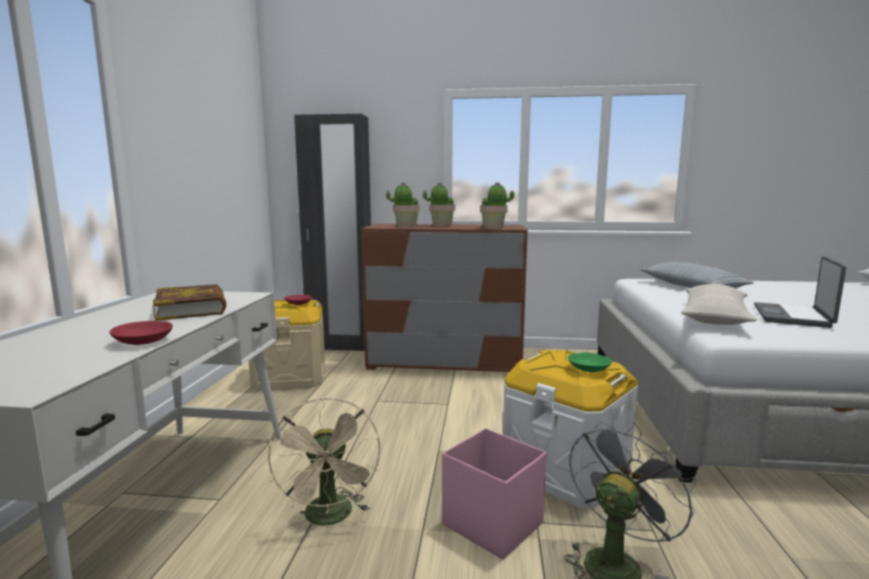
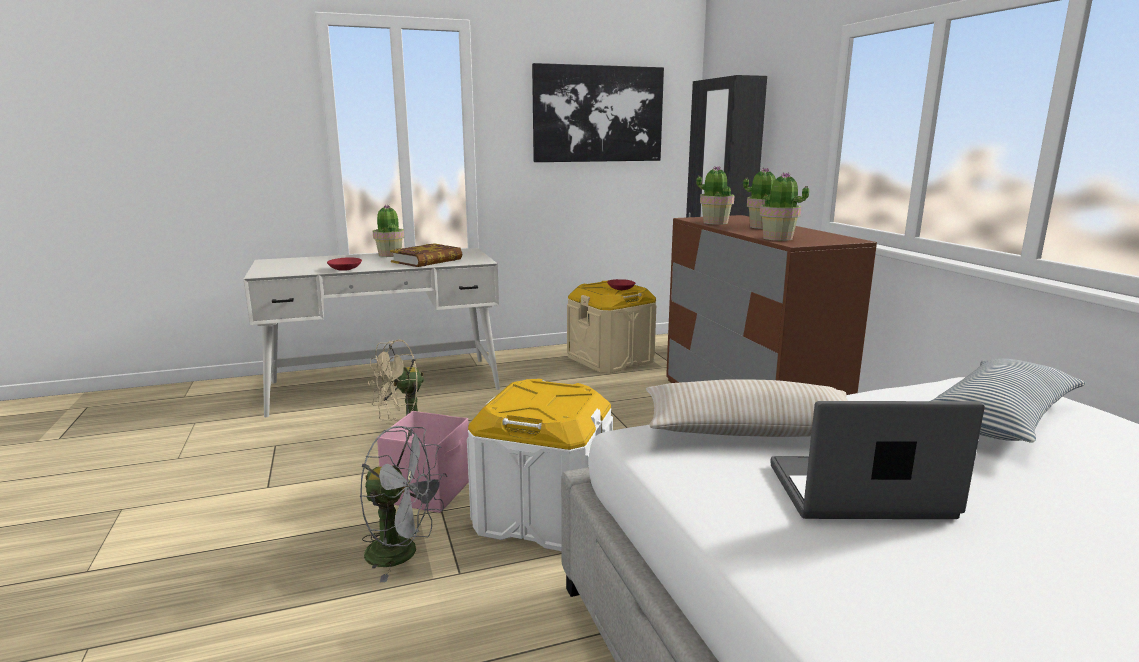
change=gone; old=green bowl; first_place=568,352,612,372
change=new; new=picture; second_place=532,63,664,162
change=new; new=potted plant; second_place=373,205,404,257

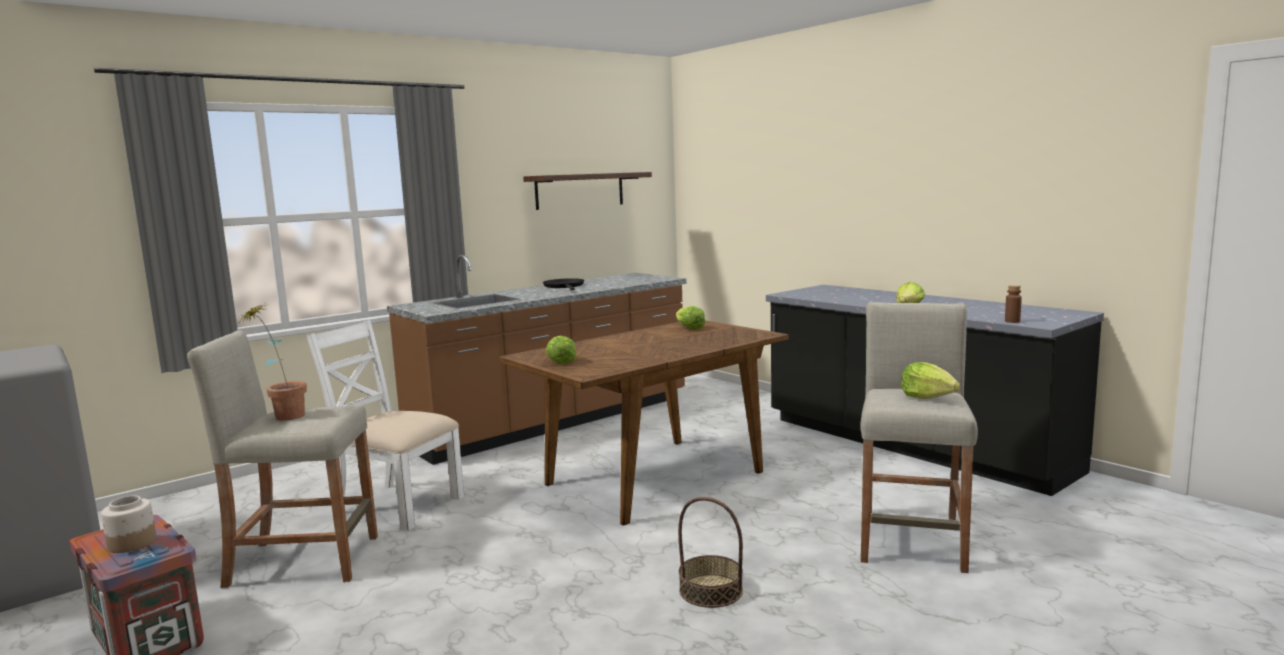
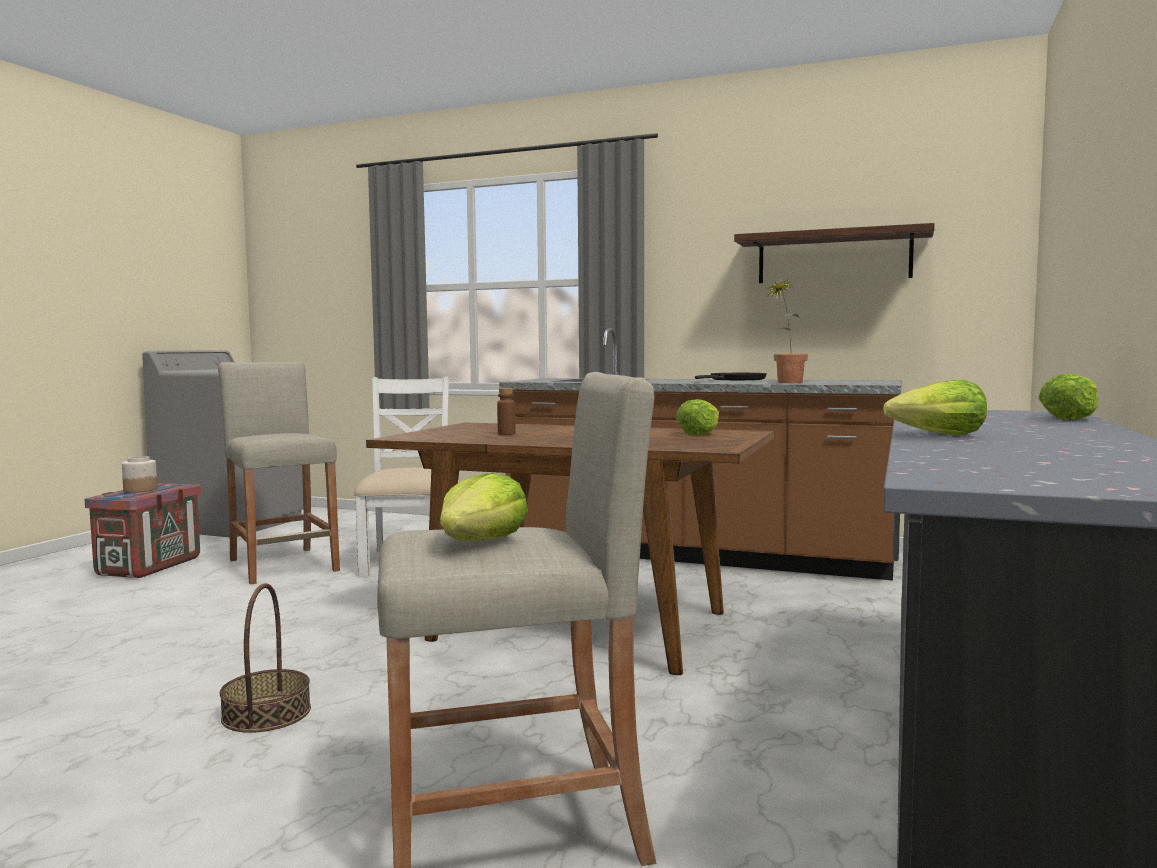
change=shifted; old=brown bottle; first_place=1005,285,1022,323; second_place=497,388,516,435
change=shifted; old=potted plant; first_place=240,302,307,421; second_place=767,279,808,383
change=shifted; old=lettuce; first_place=546,336,577,364; second_place=1038,373,1098,420

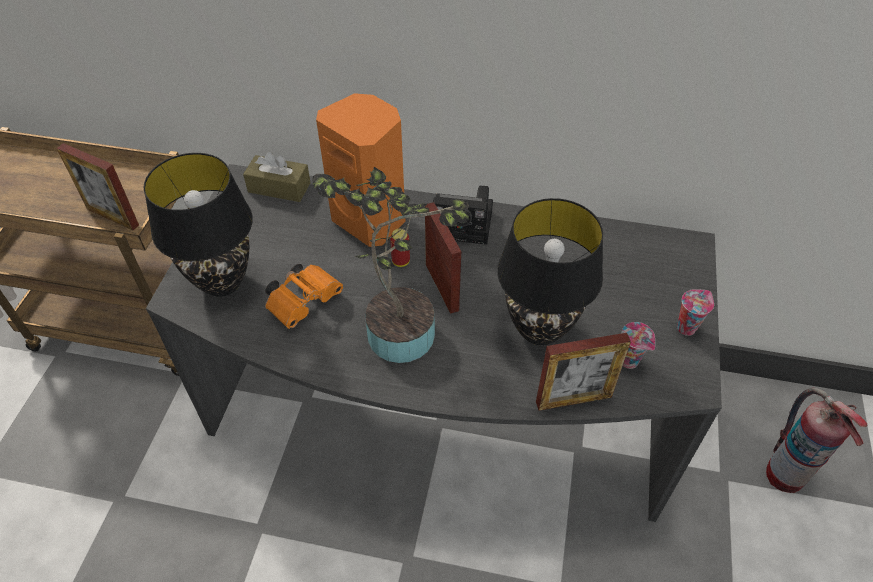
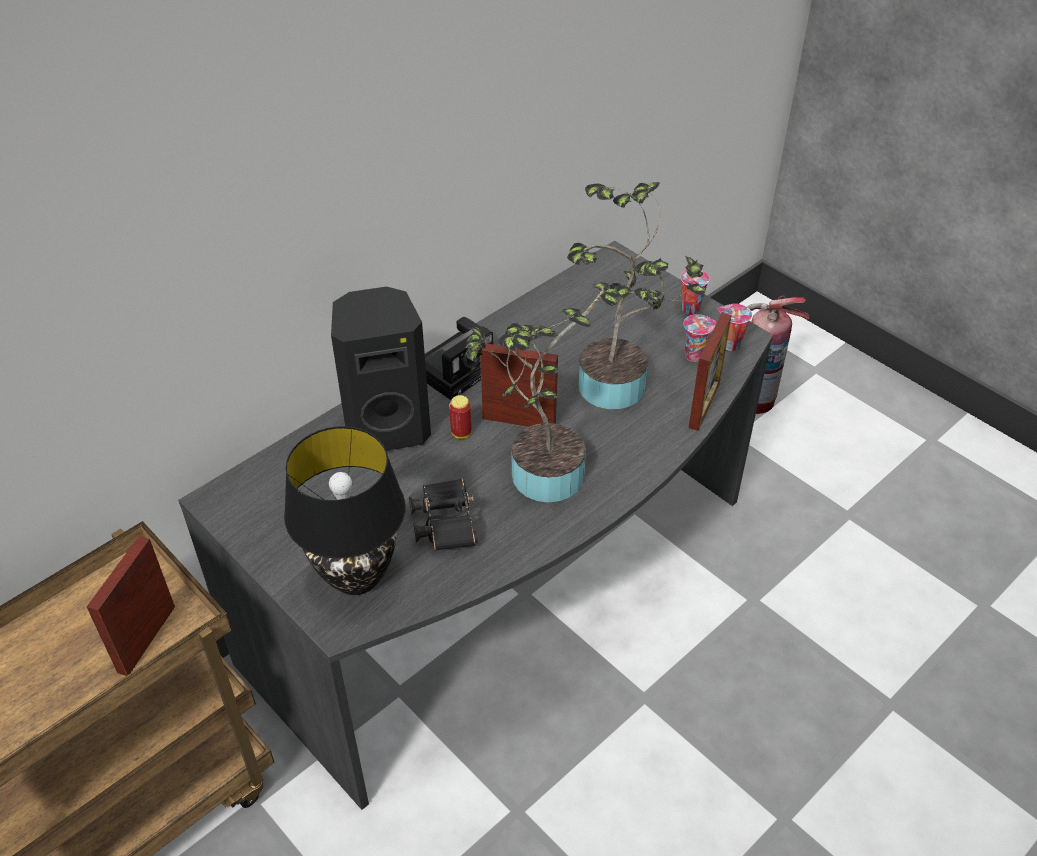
change=repainted; old=orange speaker; new=black speaker; first_place=316,93,405,247; second_place=331,287,431,451
change=rotated; old=picture frame; first_place=57,143,139,230; second_place=87,536,175,676; degrees=135
change=gone; old=brown tissue box; first_place=243,152,311,202
change=swapped; old=black table lamp; new=potted plant; first_place=497,198,603,345; second_place=567,182,705,409
change=repainted; old=orange binoculars; new=black binoculars; first_place=265,264,343,329; second_place=409,479,478,551
change=new; new=cup; second_place=718,304,752,351

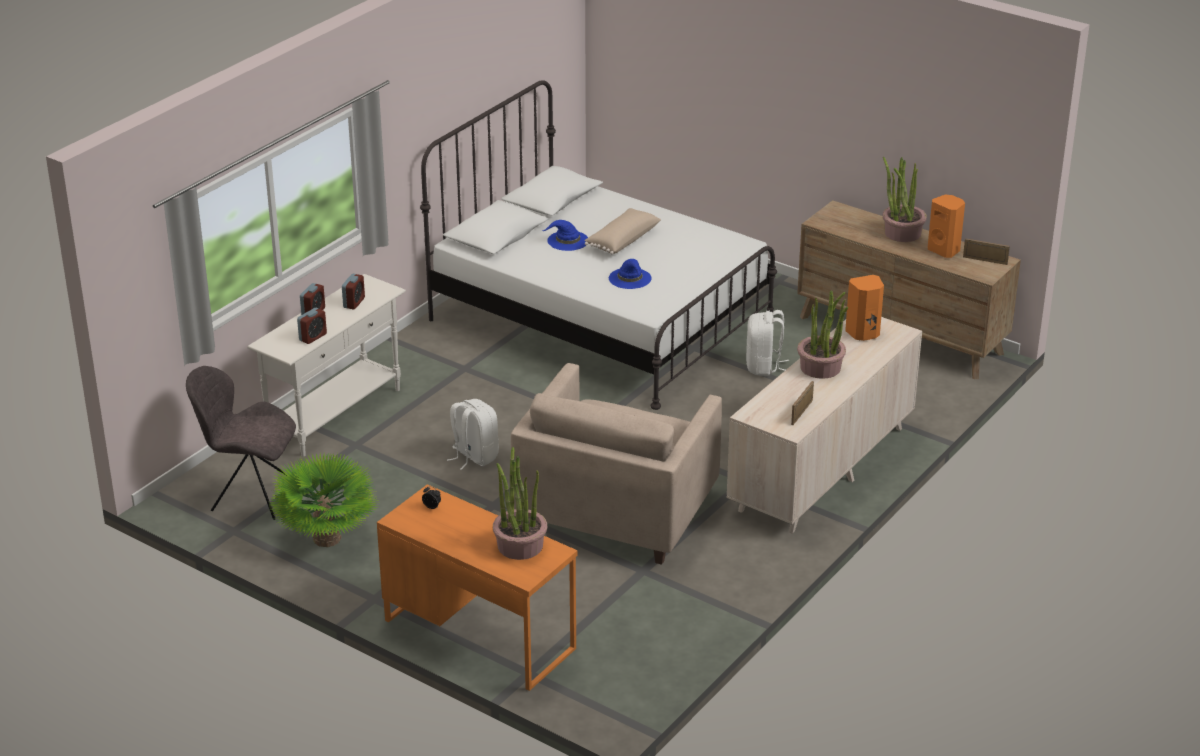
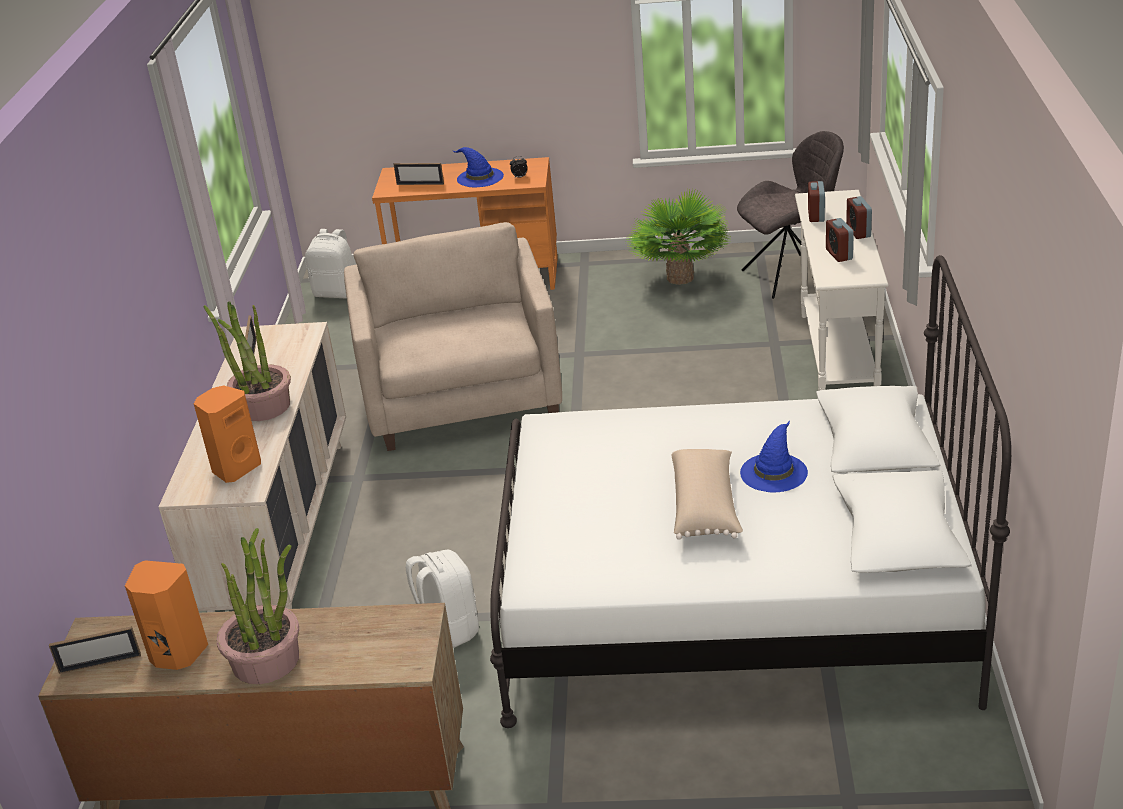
change=shifted; old=blue hat; first_place=609,259,652,289; second_place=452,147,504,187
change=shifted; old=white backpack; first_place=447,399,499,470; second_place=305,229,354,298
change=swapped; old=potted plant; new=picture frame; first_place=493,447,547,560; second_place=393,163,444,185

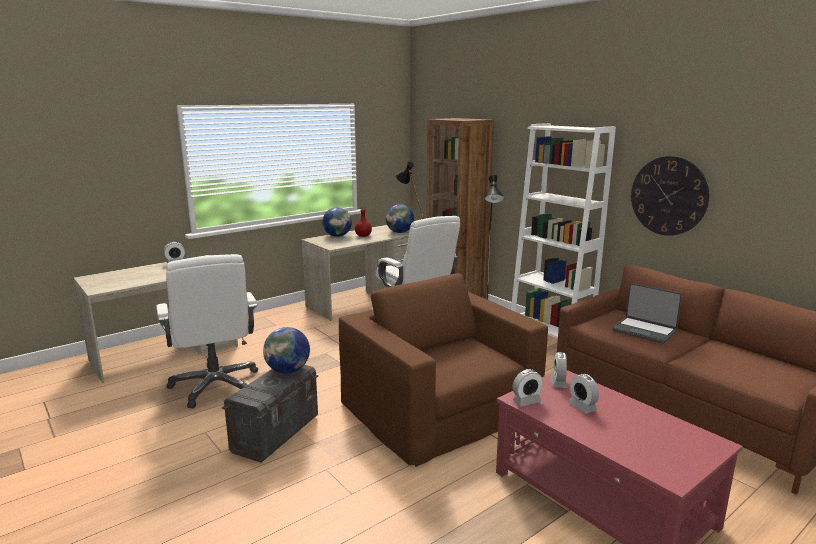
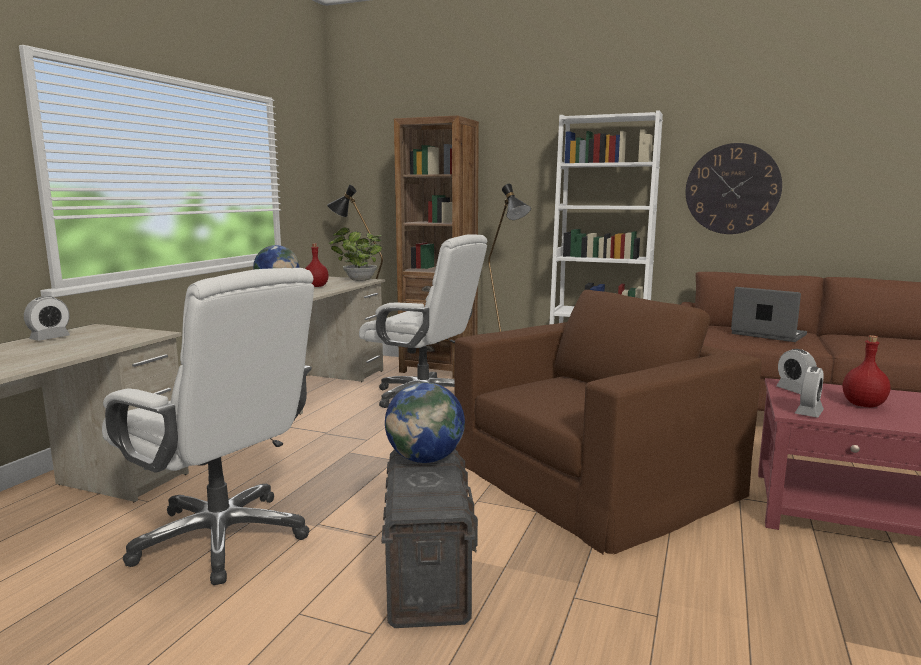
change=swapped; old=globe; new=potted plant; first_place=386,204,414,233; second_place=329,227,382,281
change=rotated; old=brown armchair; first_place=339,273,548,467; second_place=455,290,761,554; degrees=120
change=rotated; old=laptop; first_place=612,283,682,344; second_place=731,287,807,342; degrees=-150
change=swapped; old=alarm clock; new=red bottle; first_place=569,374,599,414; second_place=843,335,890,407

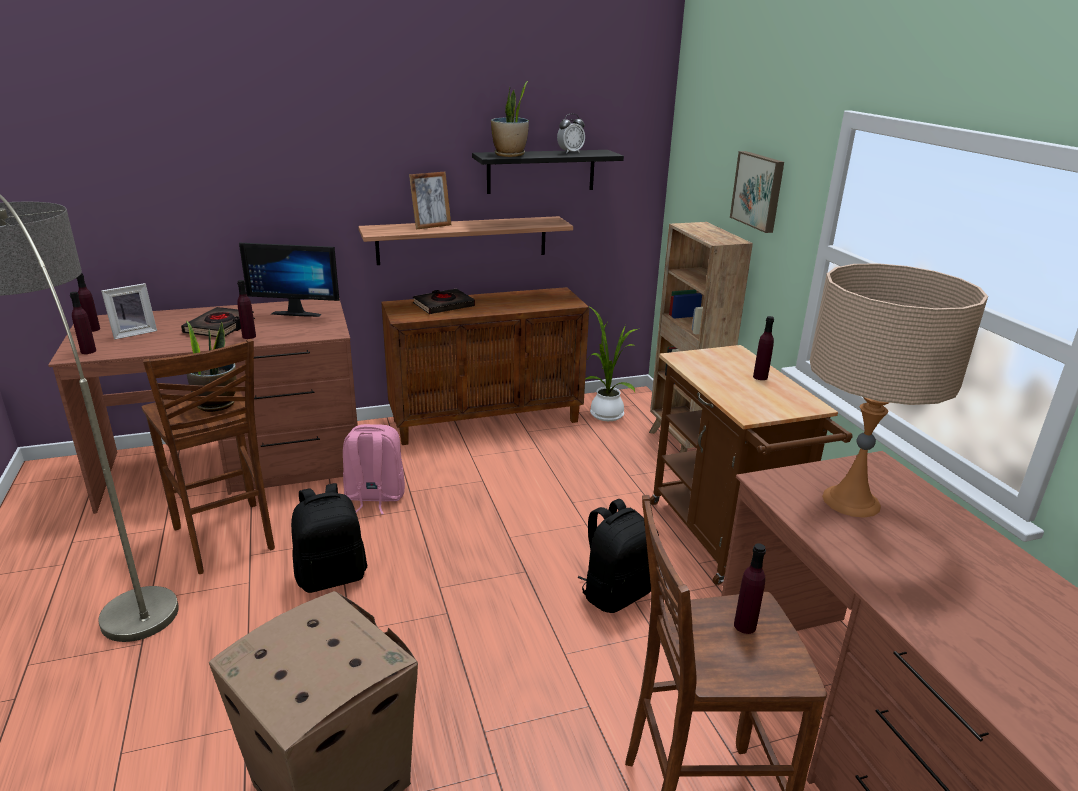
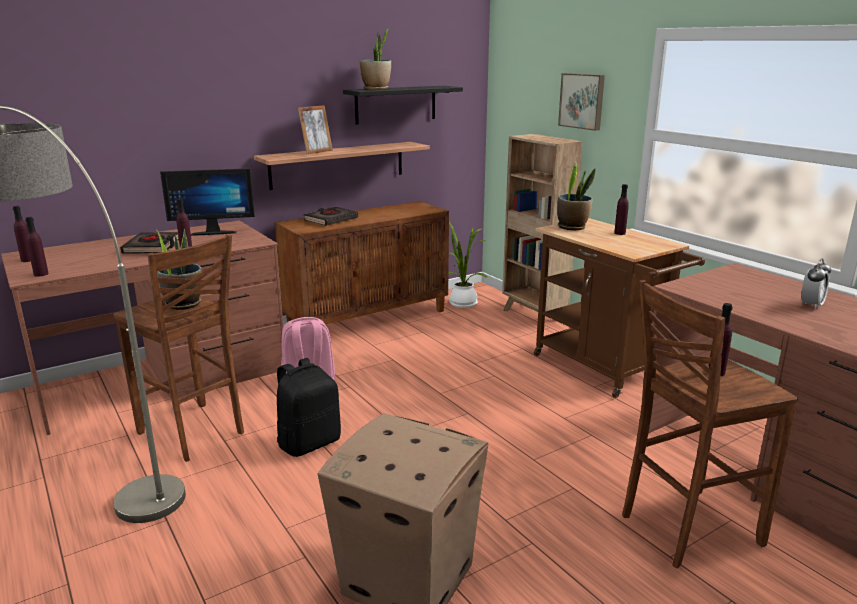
change=shifted; old=alarm clock; first_place=557,113,585,154; second_place=802,259,831,310
change=gone; old=beige table lamp; first_place=810,263,988,518
change=gone; old=picture frame; first_place=101,283,157,340
change=gone; old=black backpack; first_place=577,499,659,613
change=new; new=potted plant; second_place=557,161,596,230

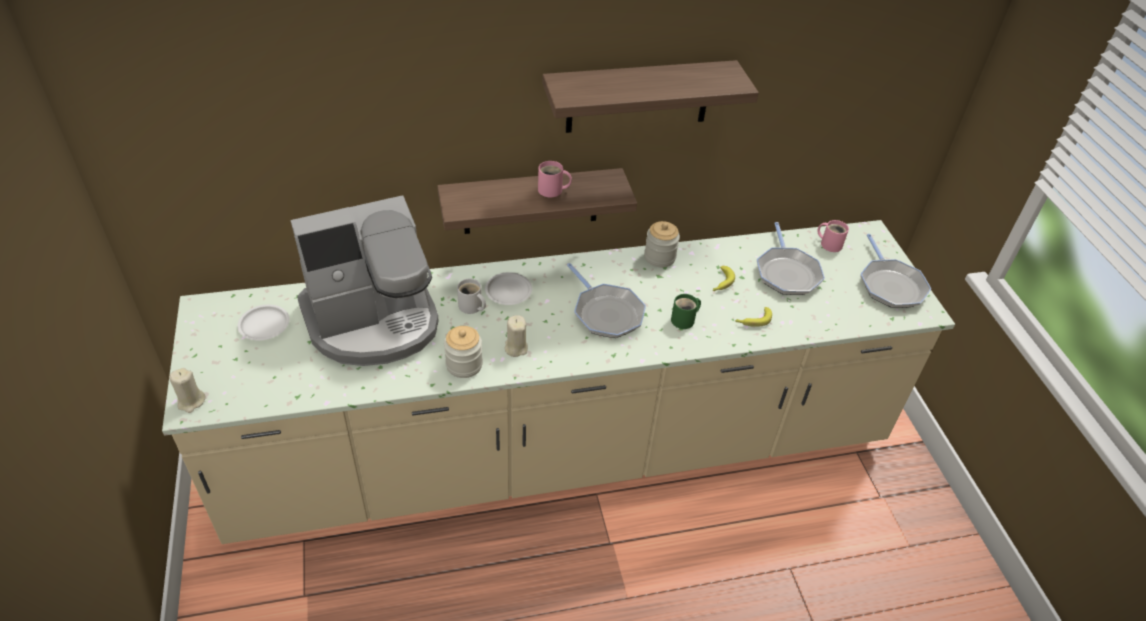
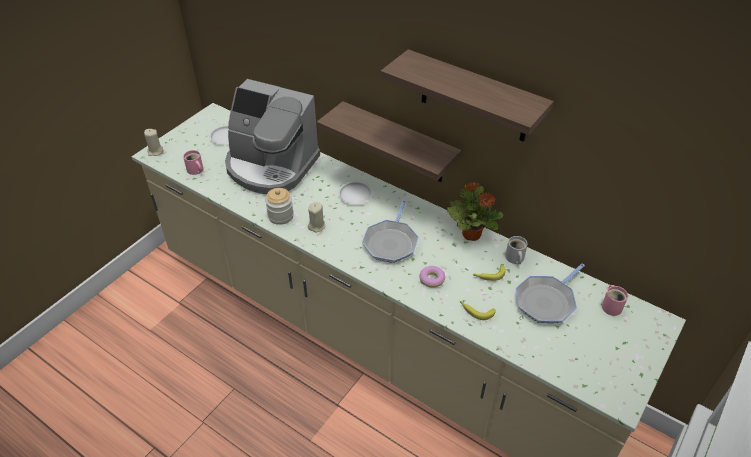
change=shifted; old=pink mug; first_place=538,161,572,198; second_place=183,150,203,175
change=swapped; old=jar; new=potted plant; first_place=644,221,680,267; second_place=447,182,503,241
change=gone; old=frying pan; first_place=860,234,931,308
change=shifted; old=white mug; first_place=457,279,486,314; second_place=505,236,528,264
change=swapped; old=green mug; new=donut; first_place=671,294,701,329; second_place=419,266,445,288

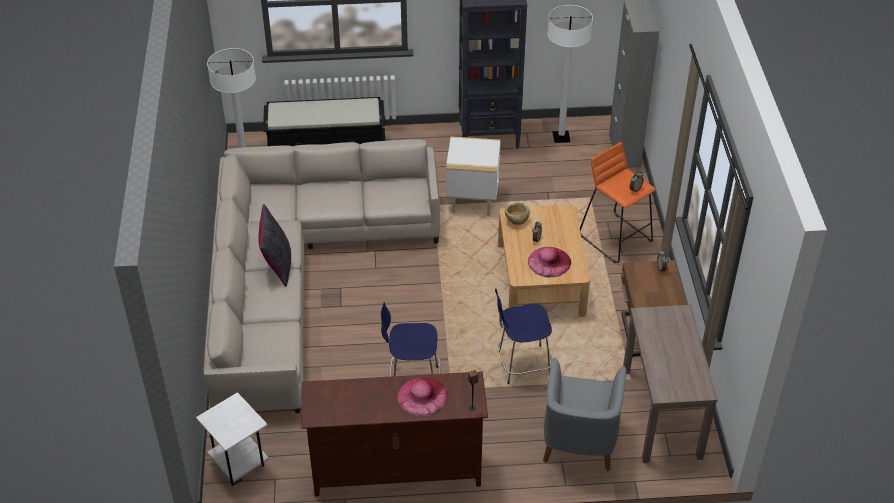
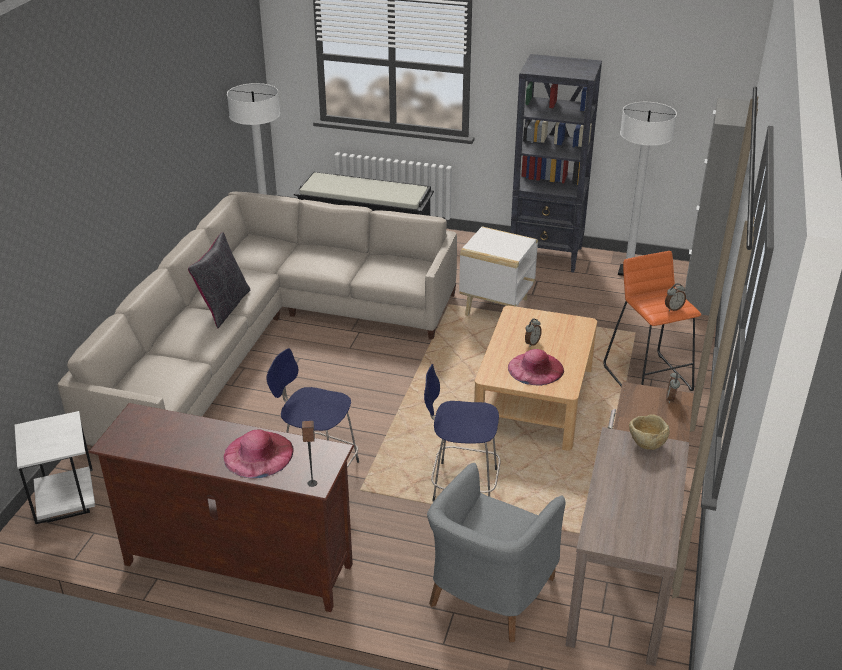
change=shifted; old=beige bowl; first_place=505,202,530,225; second_place=629,414,670,450

